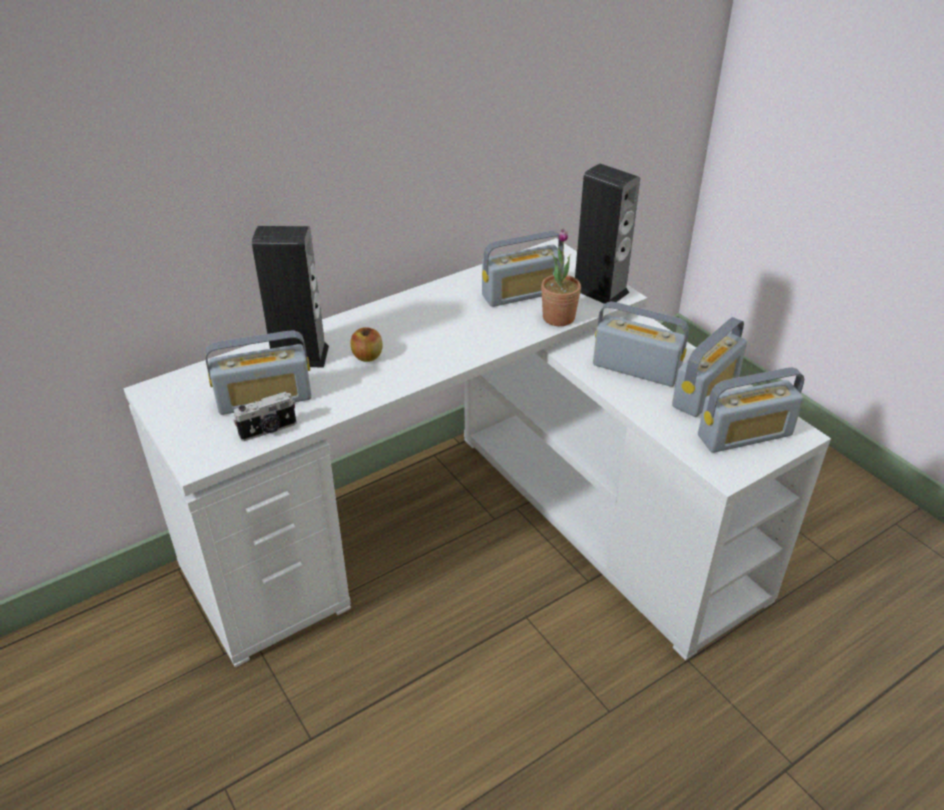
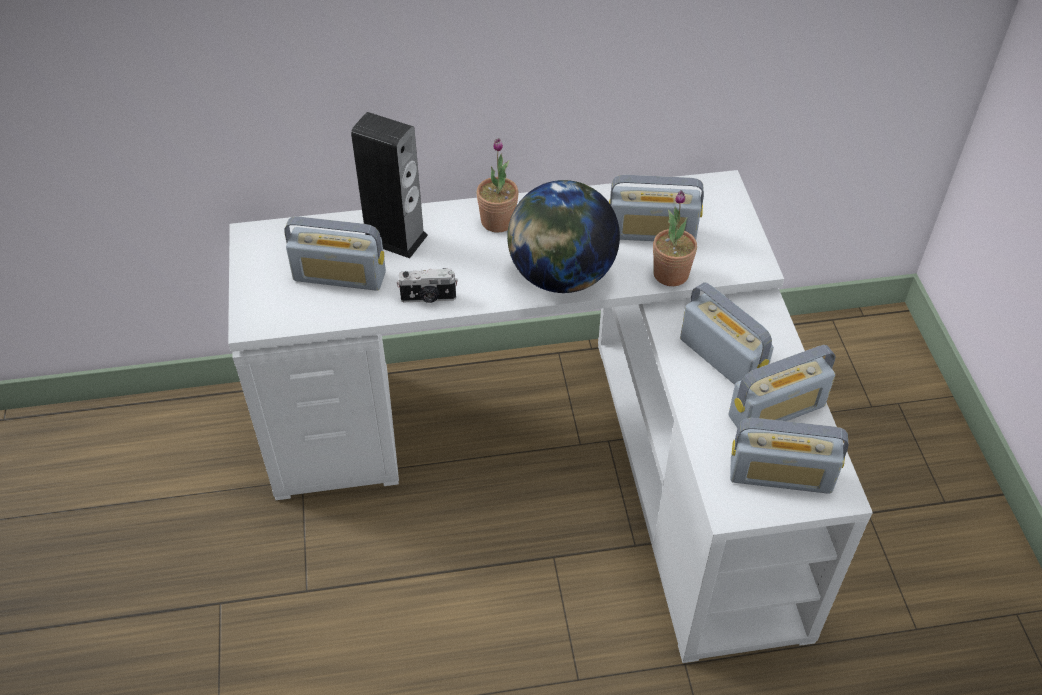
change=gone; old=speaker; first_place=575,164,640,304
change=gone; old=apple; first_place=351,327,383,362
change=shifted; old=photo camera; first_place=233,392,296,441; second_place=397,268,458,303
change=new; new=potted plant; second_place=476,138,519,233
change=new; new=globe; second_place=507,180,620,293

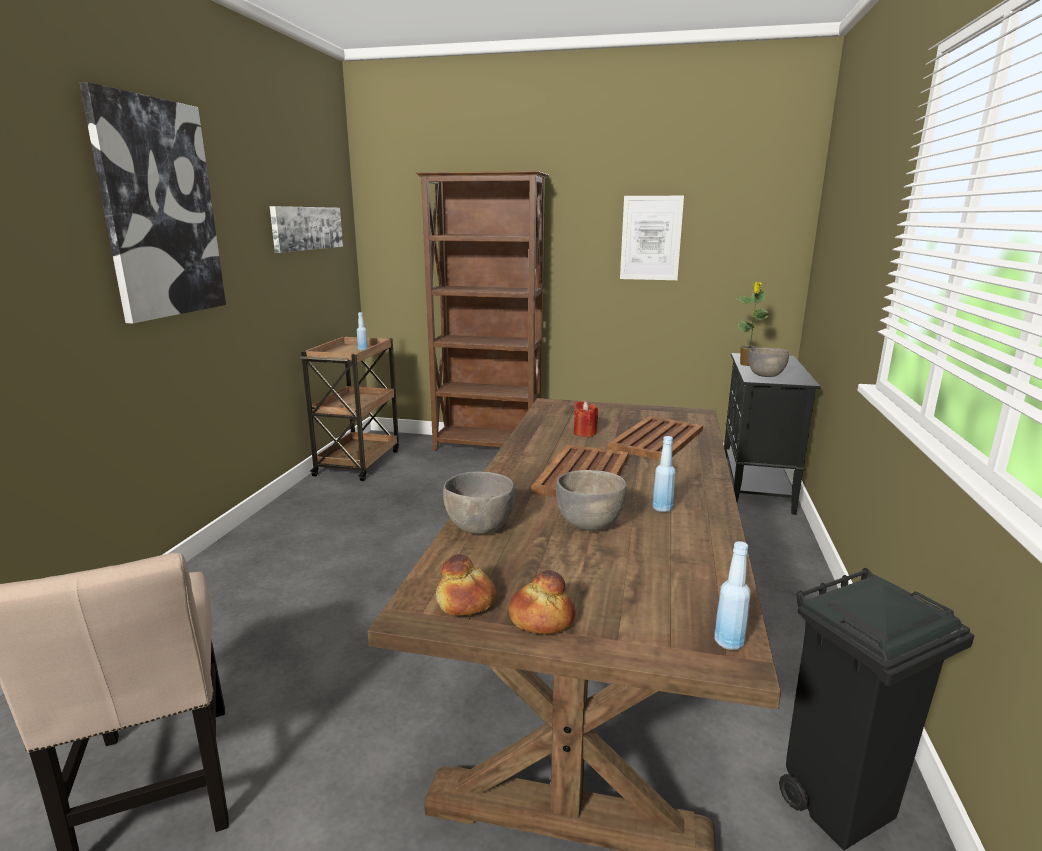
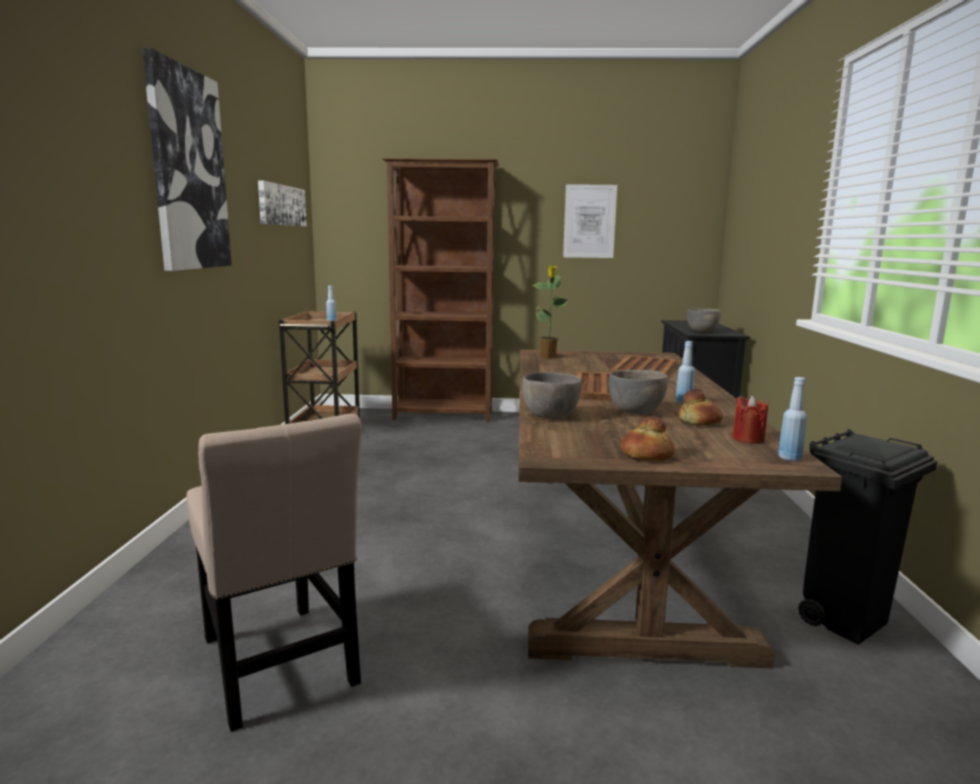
change=shifted; old=potted plant; first_place=736,282,770,366; second_place=533,265,568,359
change=shifted; old=red candle; first_place=574,401,598,437; second_place=732,396,768,444
change=shifted; old=bread; first_place=436,554,496,616; second_place=678,389,723,425

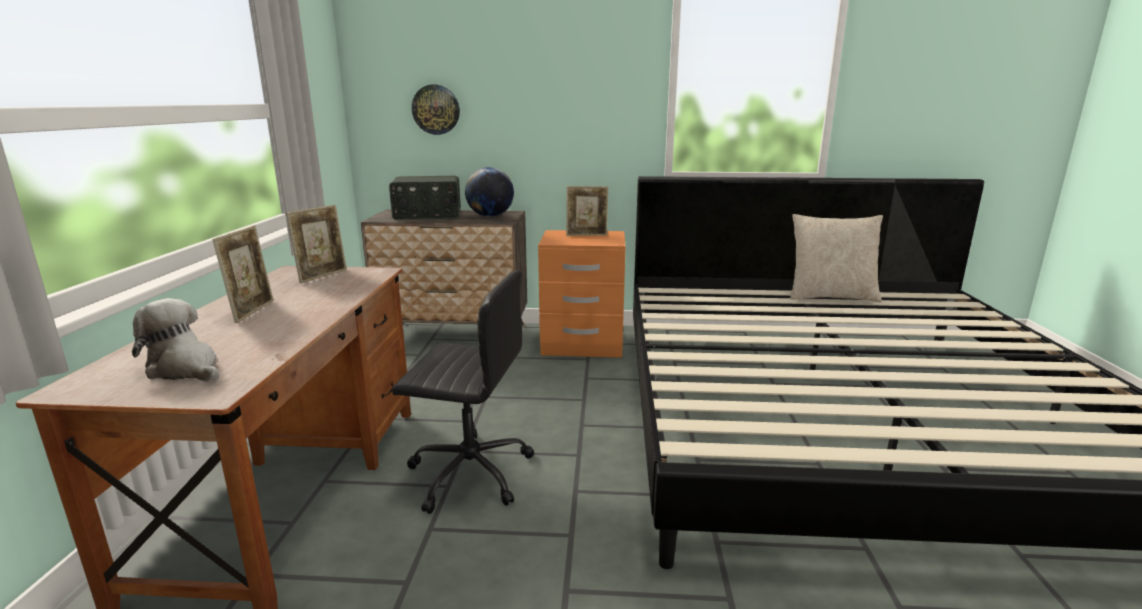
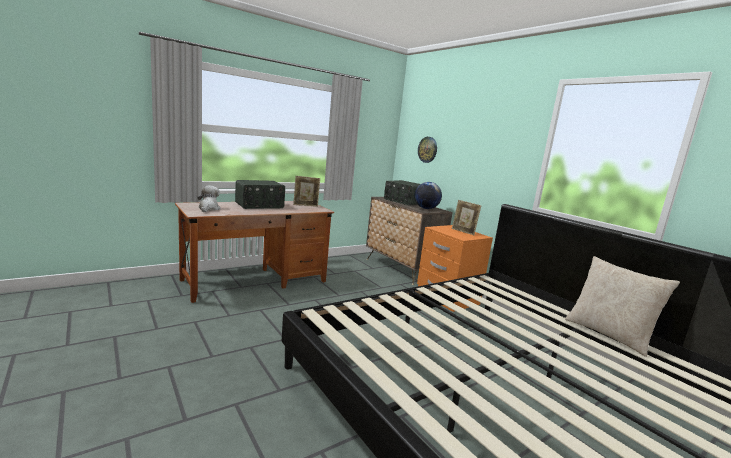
change=swapped; old=picture frame; new=radio; first_place=212,225,274,323; second_place=235,180,285,209
change=gone; old=black office chair; first_place=392,270,534,514

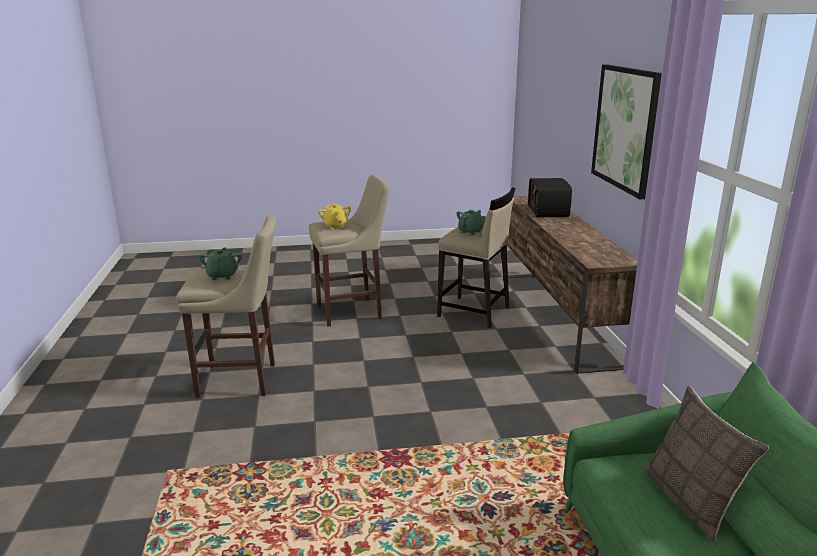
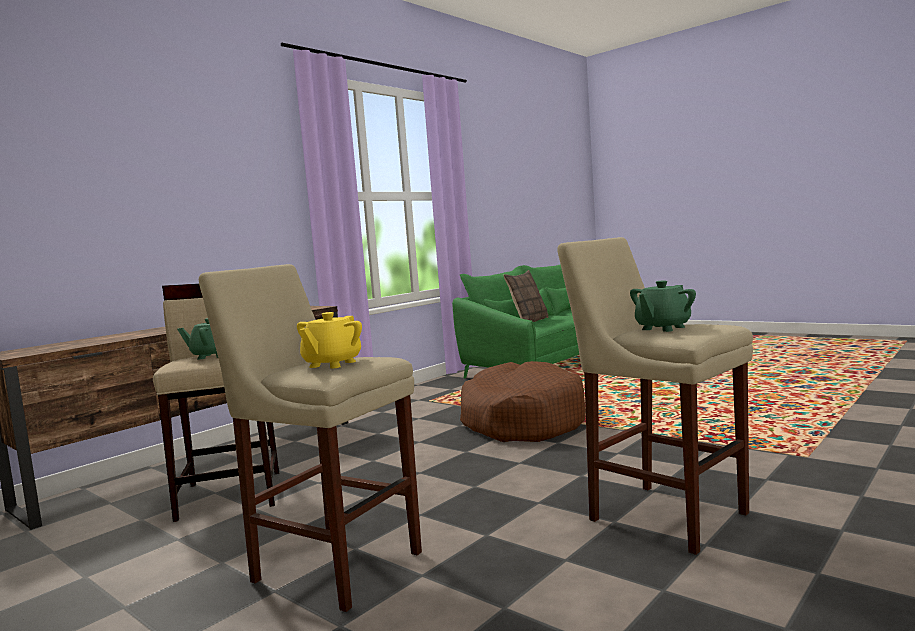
change=gone; old=picture; first_place=591,64,662,199
change=gone; old=radio; first_place=528,178,572,217
change=new; new=brown dog bed; second_place=460,361,586,442

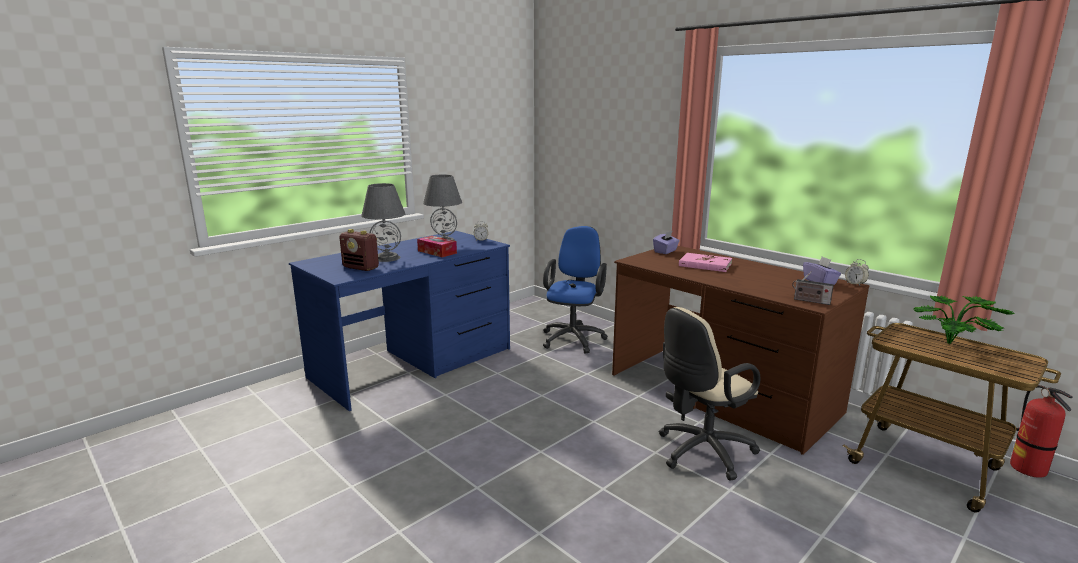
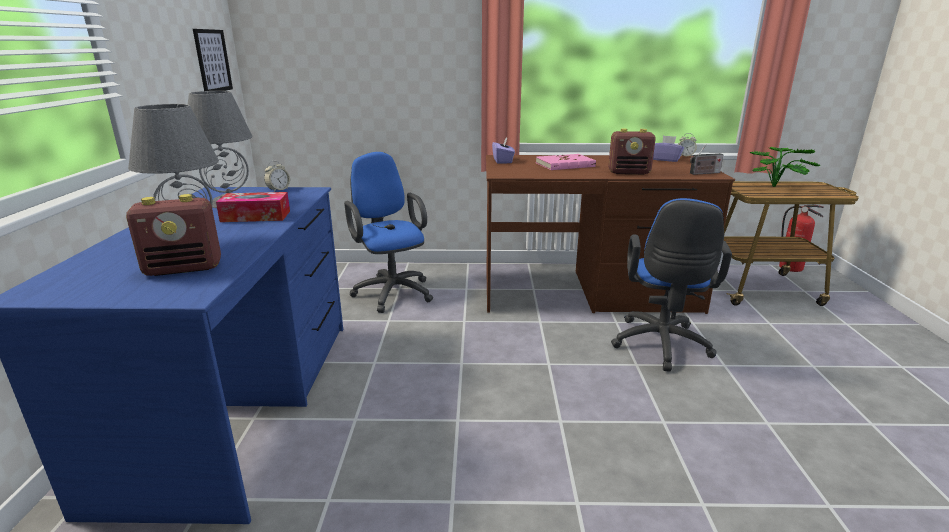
change=repainted; old=beige office chair; new=blue office chair; first_place=659,307,761,481; second_place=611,198,732,372
change=new; new=picture; second_place=193,29,233,91
change=new; new=radio; second_place=608,128,656,174

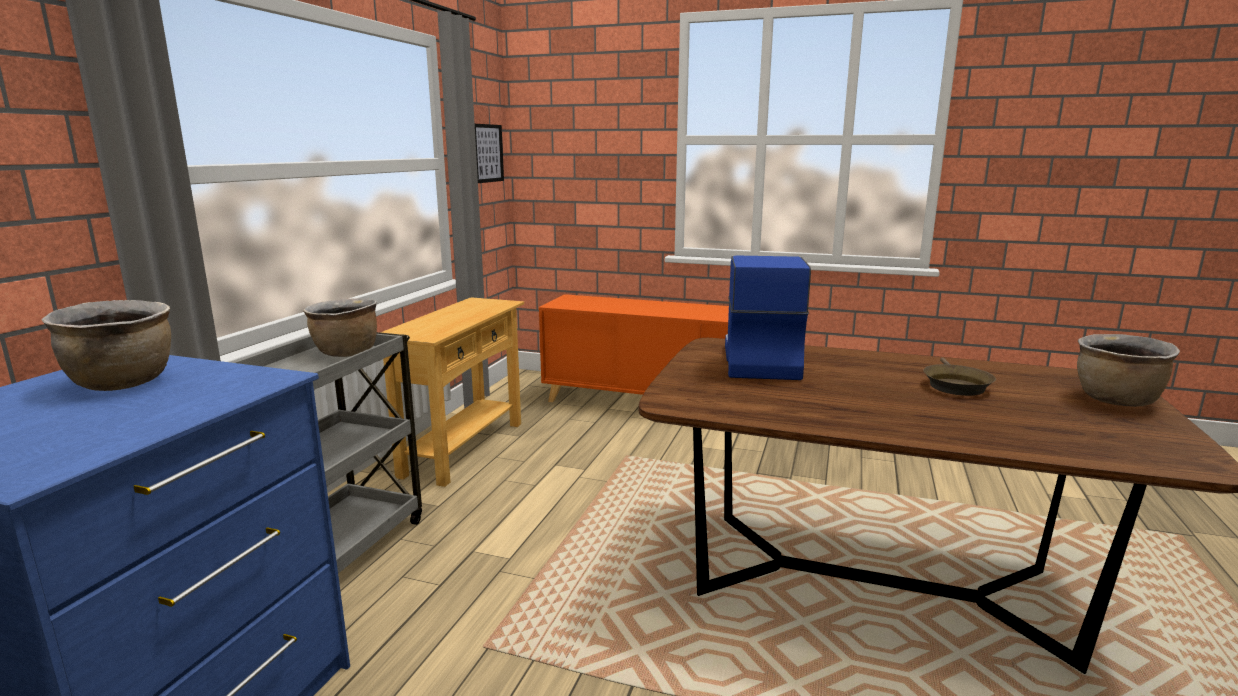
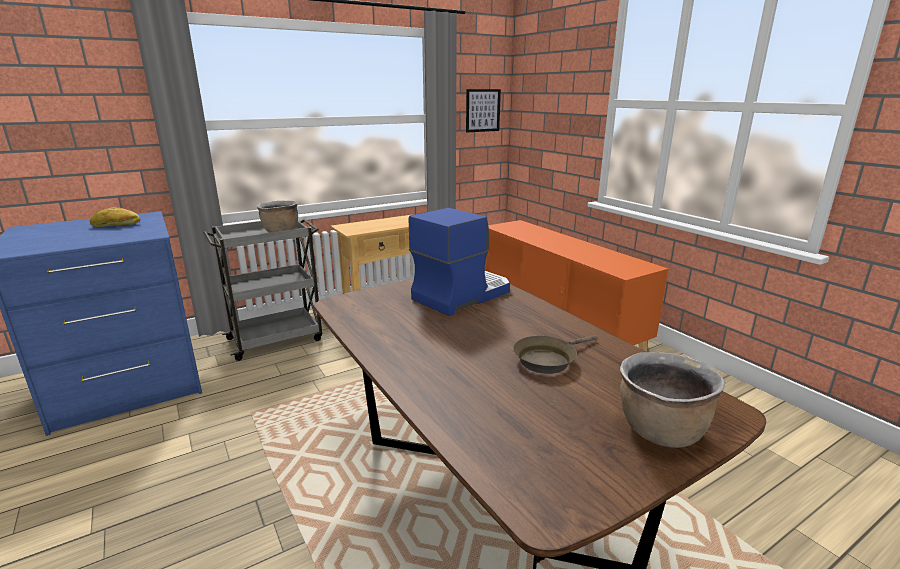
change=swapped; old=brown cooking pot; new=bread; first_place=41,300,171,391; second_place=90,207,140,227

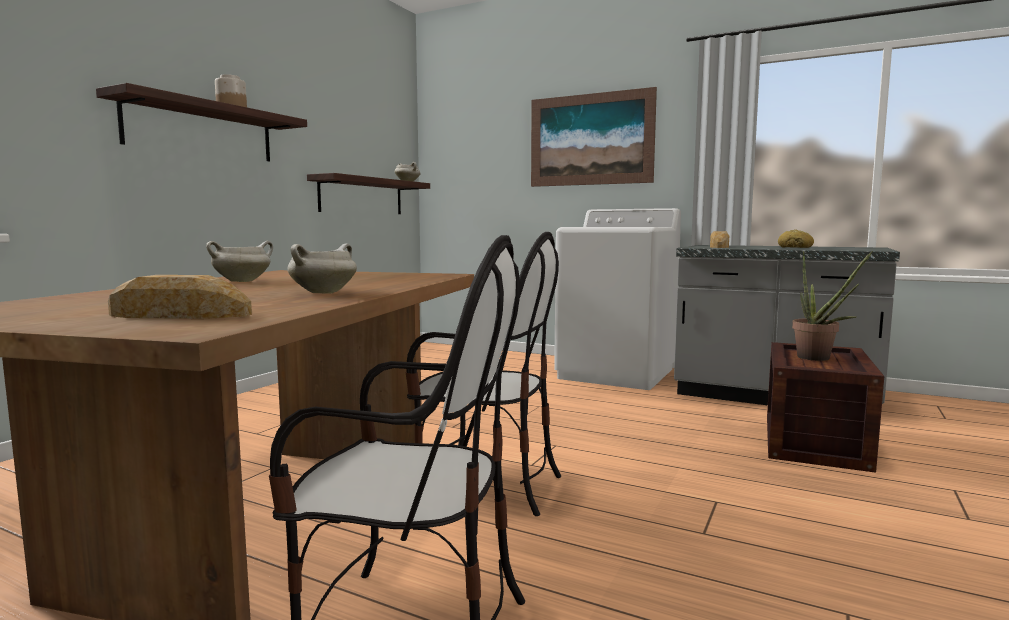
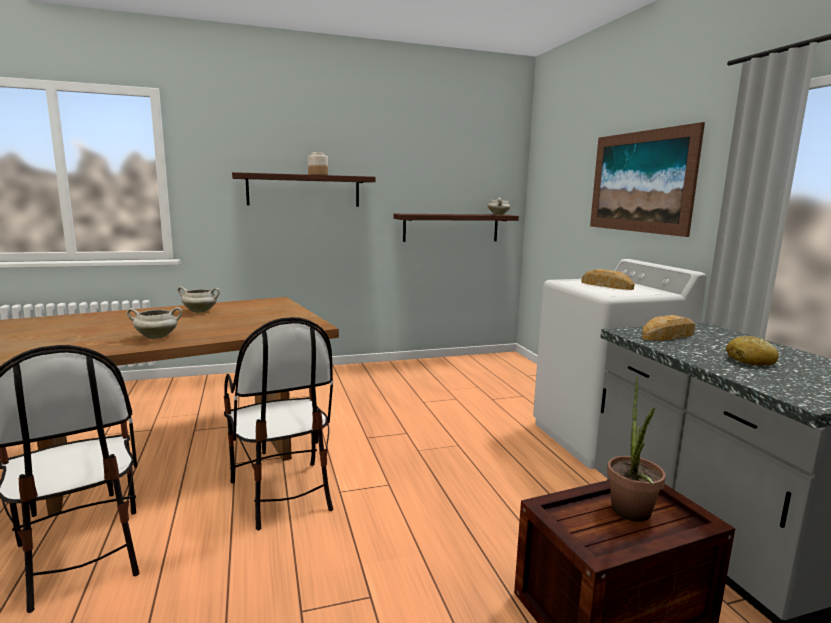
change=shifted; old=bread; first_place=108,275,252,319; second_place=581,269,634,290

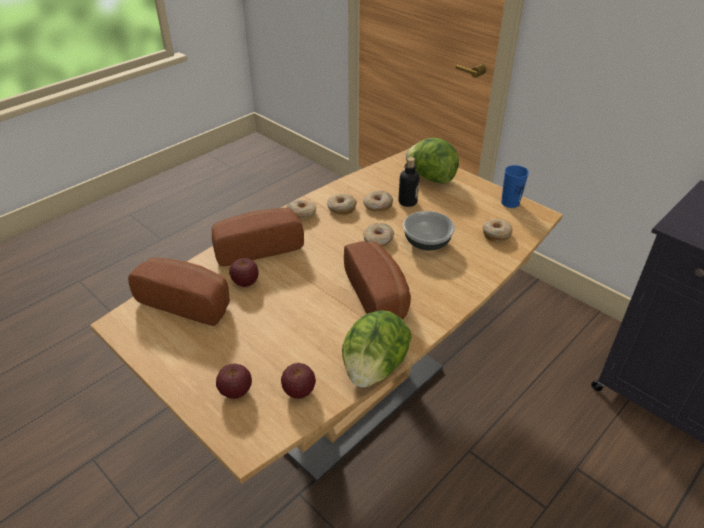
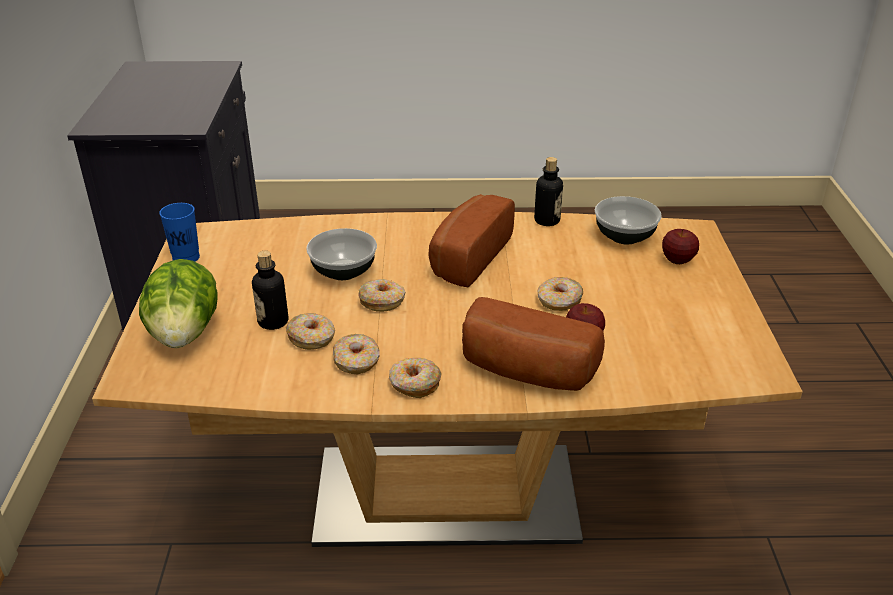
change=shifted; old=donut; first_place=483,219,512,243; second_place=538,277,583,311
change=gone; old=bread; first_place=128,258,230,326
change=swapped; old=lettuce; new=bottle; first_place=342,310,412,388; second_place=534,157,563,226
change=swapped; old=apple; new=bowl; first_place=281,363,316,399; second_place=595,196,662,244

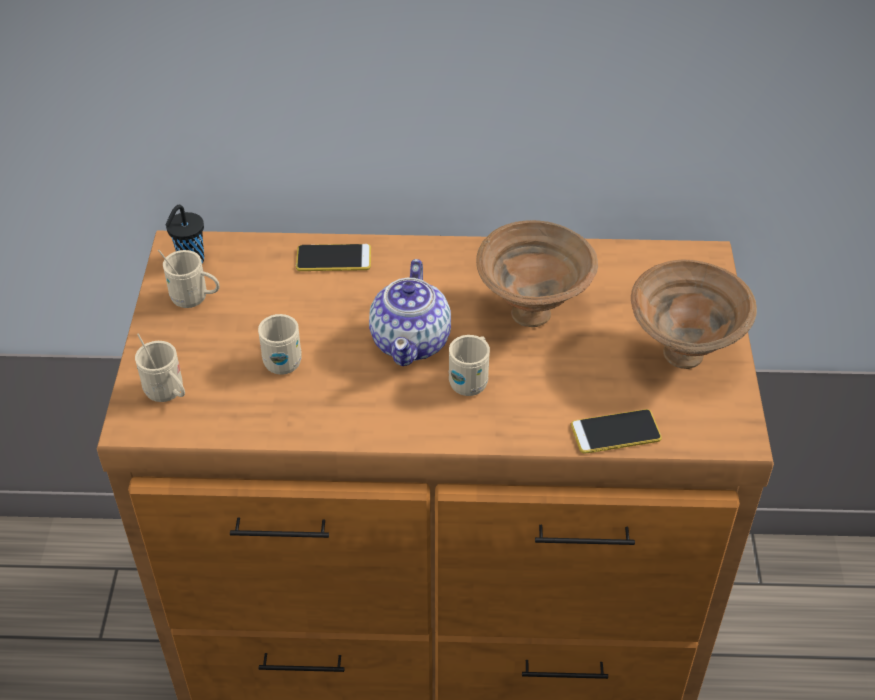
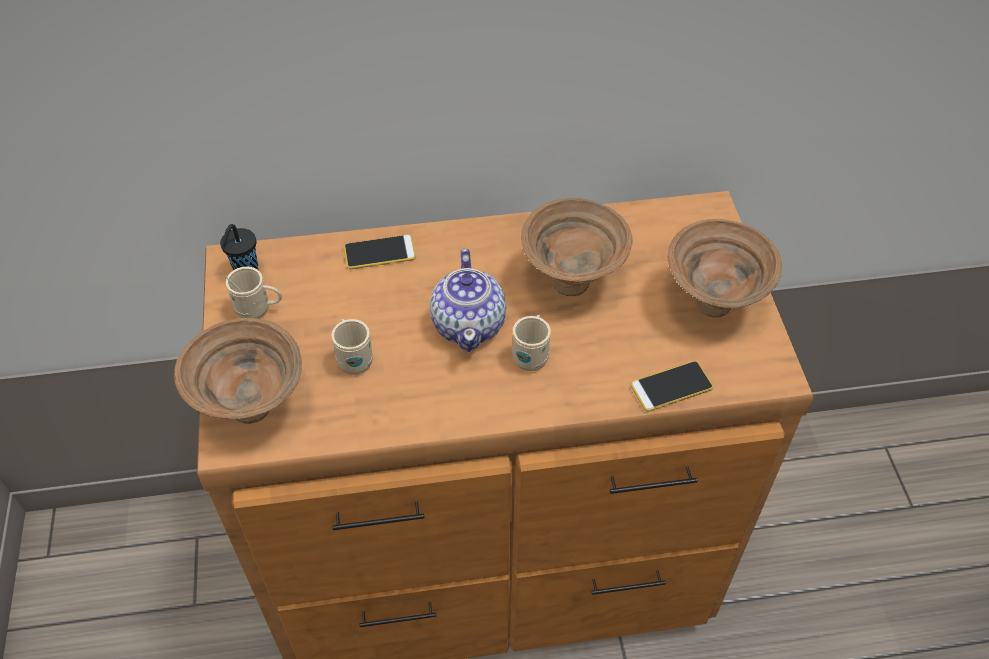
change=swapped; old=beige mug; new=brown bowl; first_place=135,333,185,402; second_place=174,318,302,424

